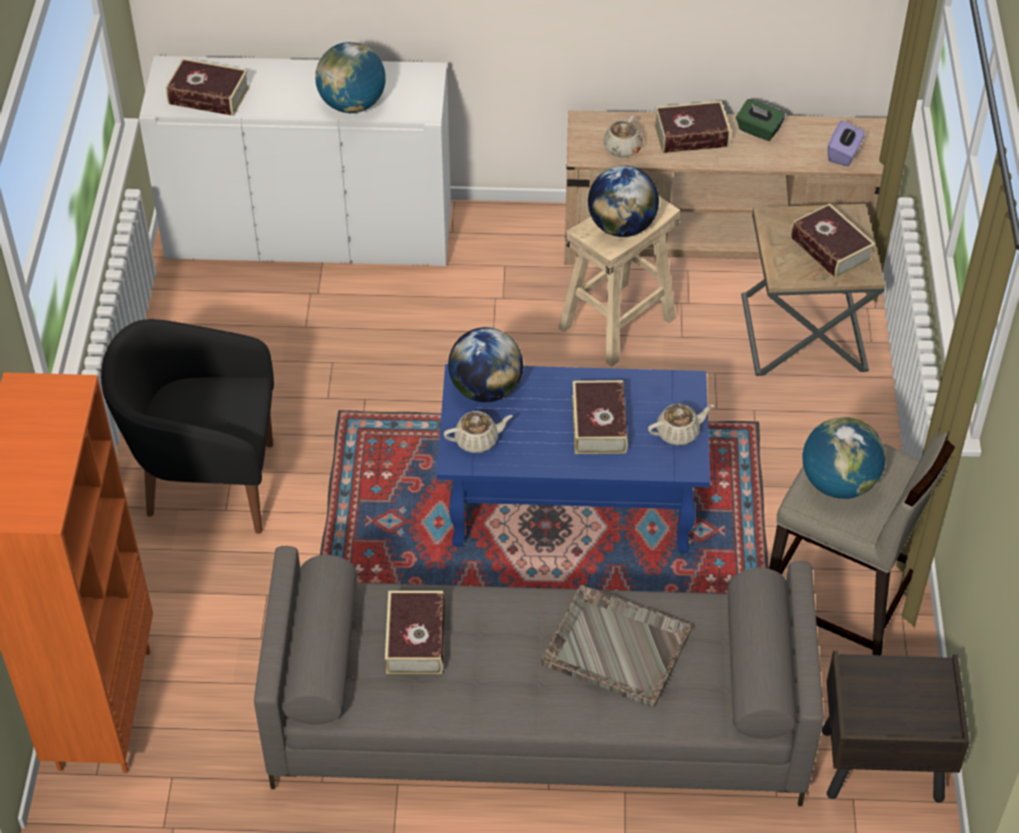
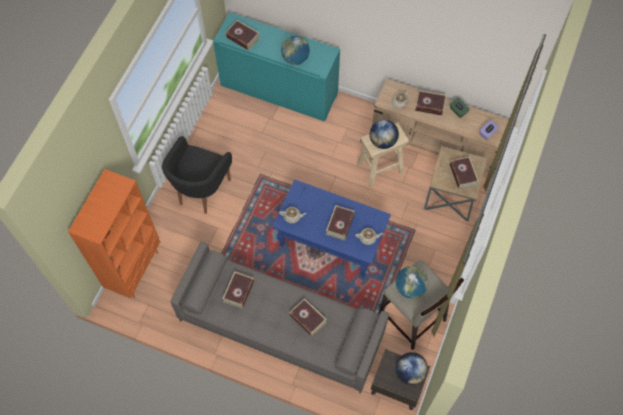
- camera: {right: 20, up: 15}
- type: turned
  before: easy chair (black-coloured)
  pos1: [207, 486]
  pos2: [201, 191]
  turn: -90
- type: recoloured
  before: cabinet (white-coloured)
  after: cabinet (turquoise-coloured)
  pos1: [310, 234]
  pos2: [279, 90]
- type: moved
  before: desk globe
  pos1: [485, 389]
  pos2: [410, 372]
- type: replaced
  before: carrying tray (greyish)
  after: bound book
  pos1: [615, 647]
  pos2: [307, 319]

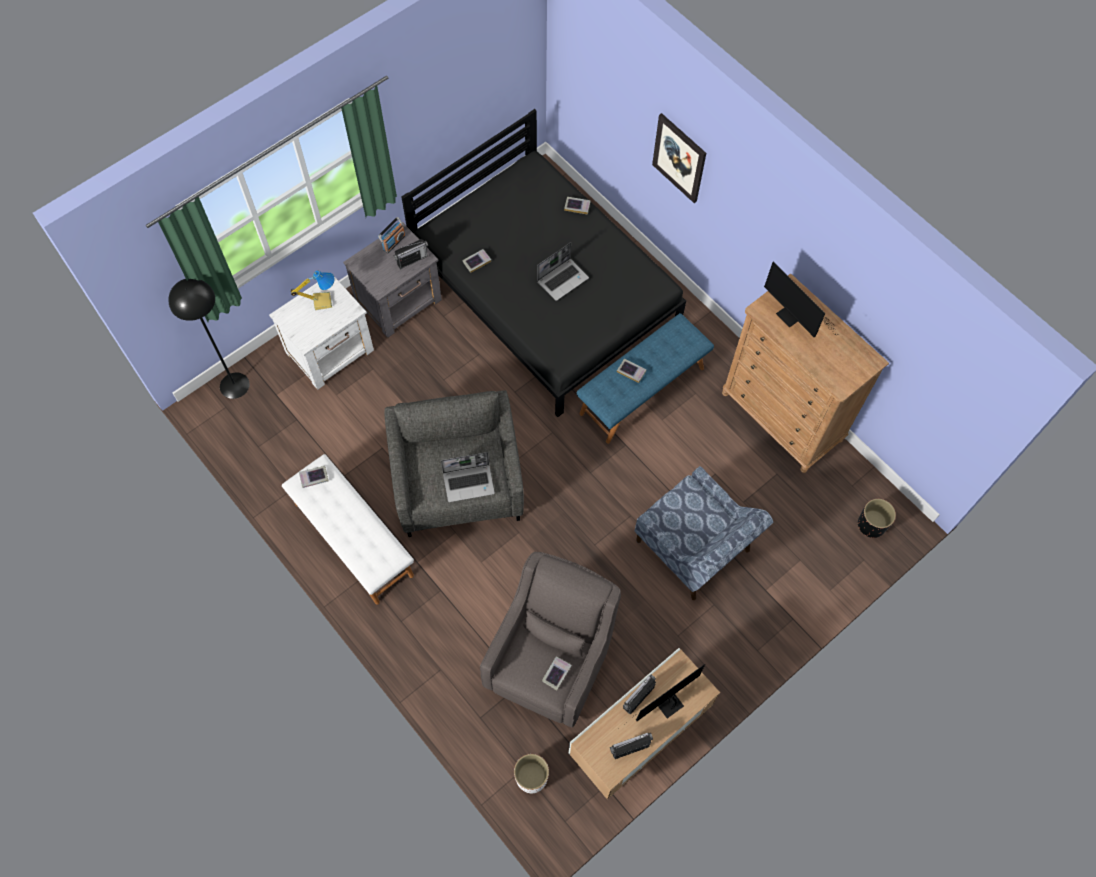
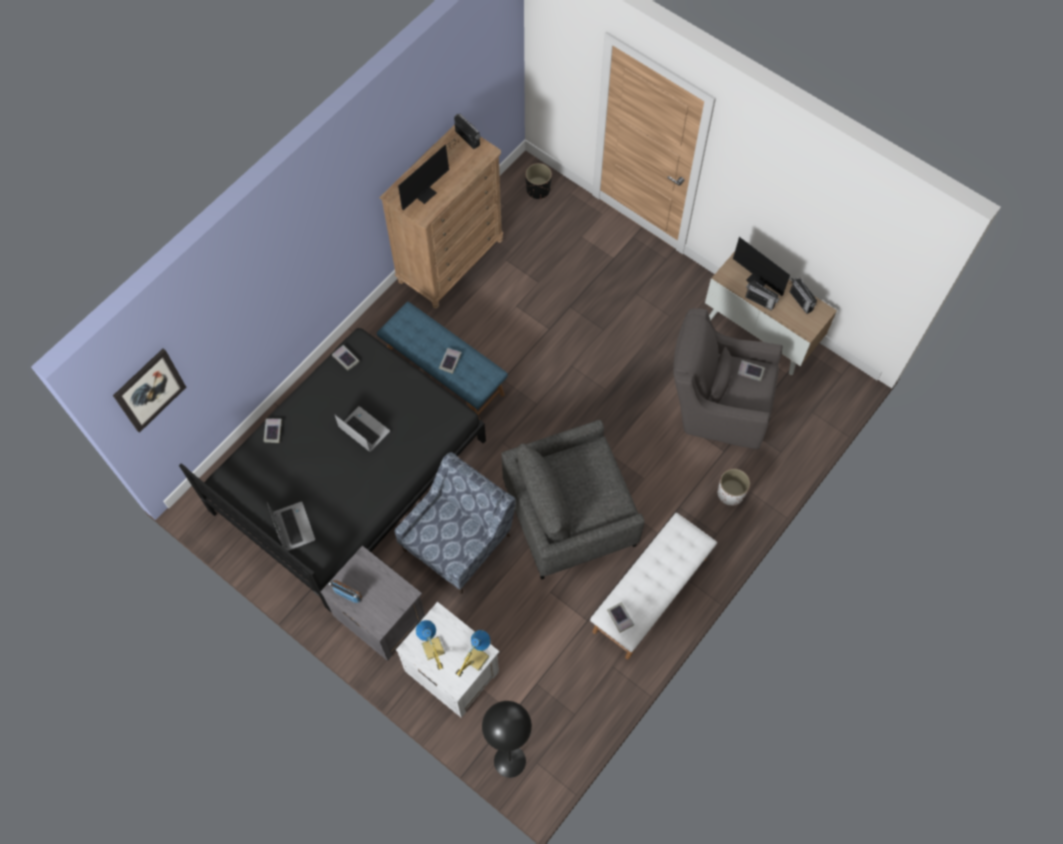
- camera: {right: -100, up: 0}
- type: moved
  before: radio receiver
  pos1: [412, 260]
  pos2: [467, 138]
- type: moved
  before: notebook computer
  pos1: [469, 483]
  pos2: [292, 526]
- type: moved
  before: bound book
  pos1: [477, 262]
  pos2: [345, 359]
- type: moved
  before: flower pot (white-coloured)
  pos1: [531, 777]
  pos2: [730, 493]
- type: moved
  before: easy chair (blue)
  pos1: [694, 548]
  pos2: [458, 541]
- type: moved
  before: wall art
  pos1: [679, 158]
  pos2: [149, 390]
- type: added
  after: lamp for a table
  pos2: [475, 658]

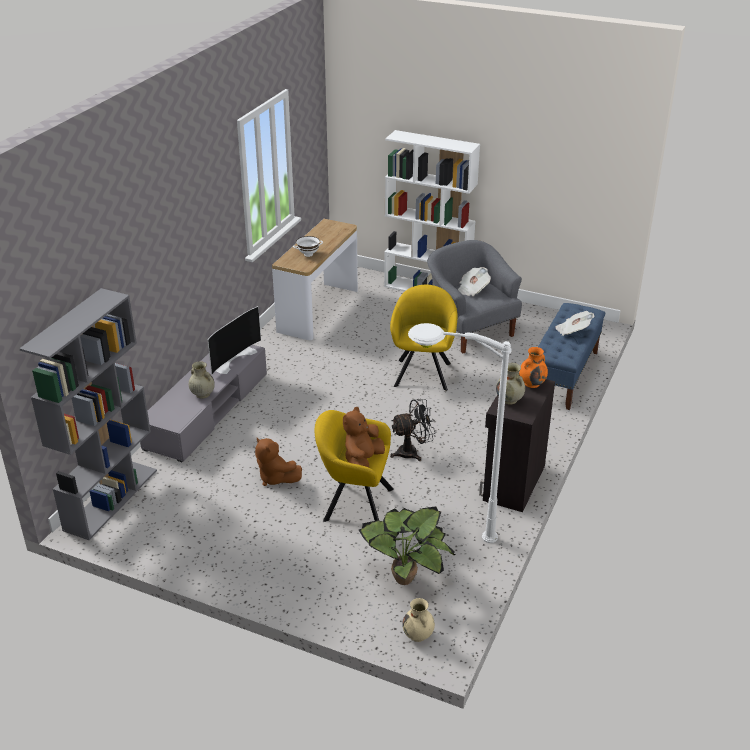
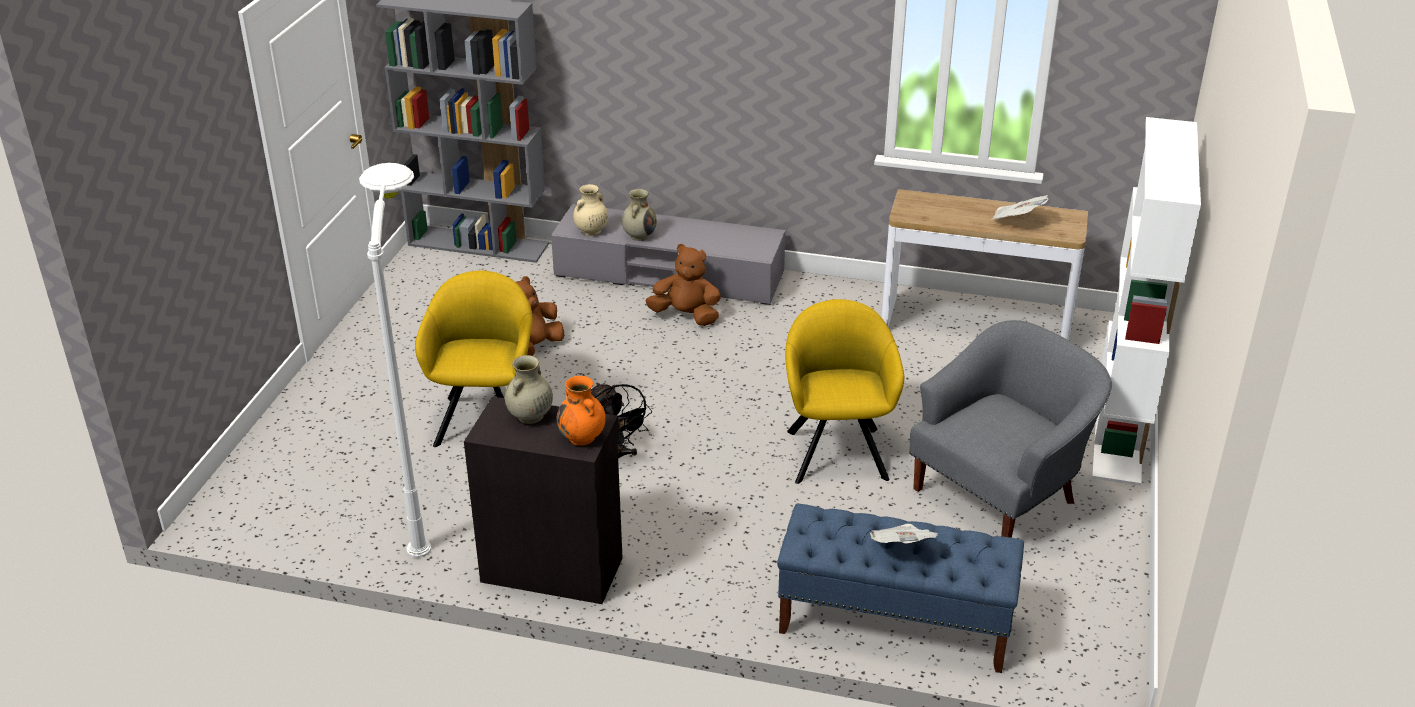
- camera: {right: 80, up: 0}
- type: removed
  before: TV
  pos1: [233, 359]
- type: removed
  before: bowl (white-coloured)
  pos1: [308, 254]
- type: moved
  before: plush toy (brownish)
  pos1: [362, 461]
  pos2: [686, 316]
- type: removed
  before: plant in a pot
  pos1: [406, 576]
- type: turned
  before: easy chair (yellow-coloured)
  pos1: [423, 372]
  pos2: [836, 450]
  turn: -90
- type: moved
  before: decorative vase (sand-coloured)
  pos1: [418, 635]
  pos2: [591, 231]
- type: moved
  before: newspaper
  pos1: [472, 289]
  pos2: [1017, 220]

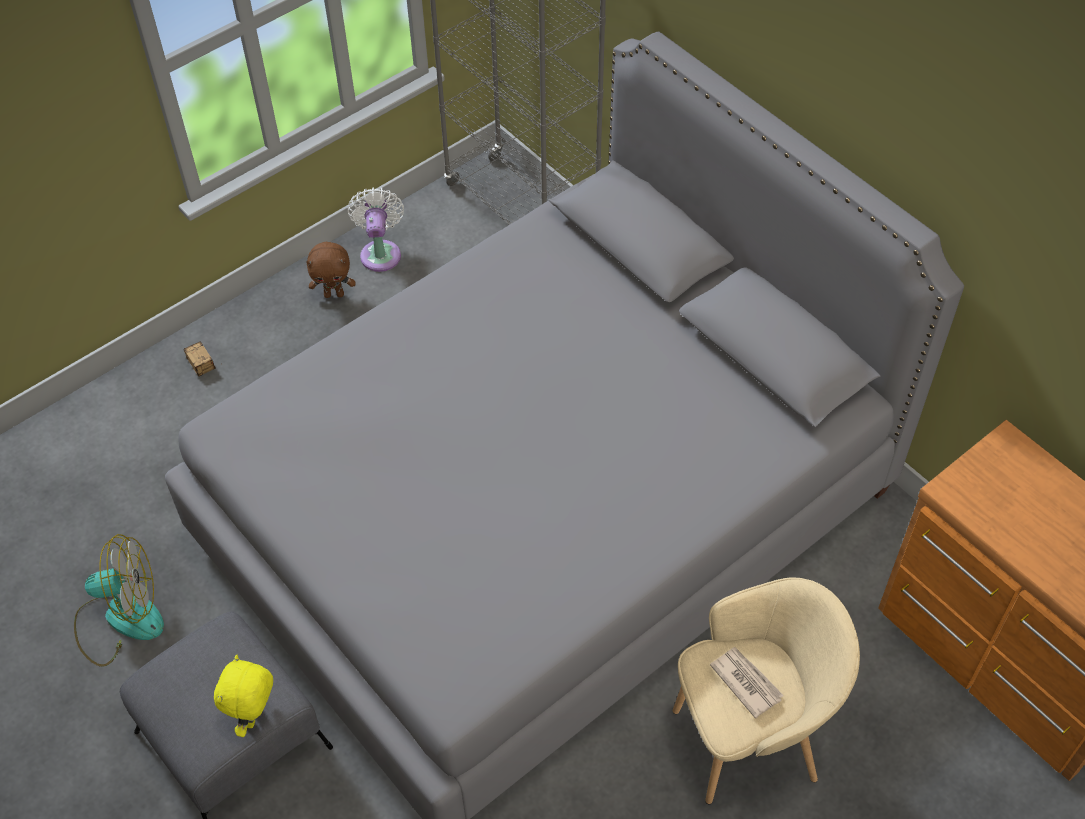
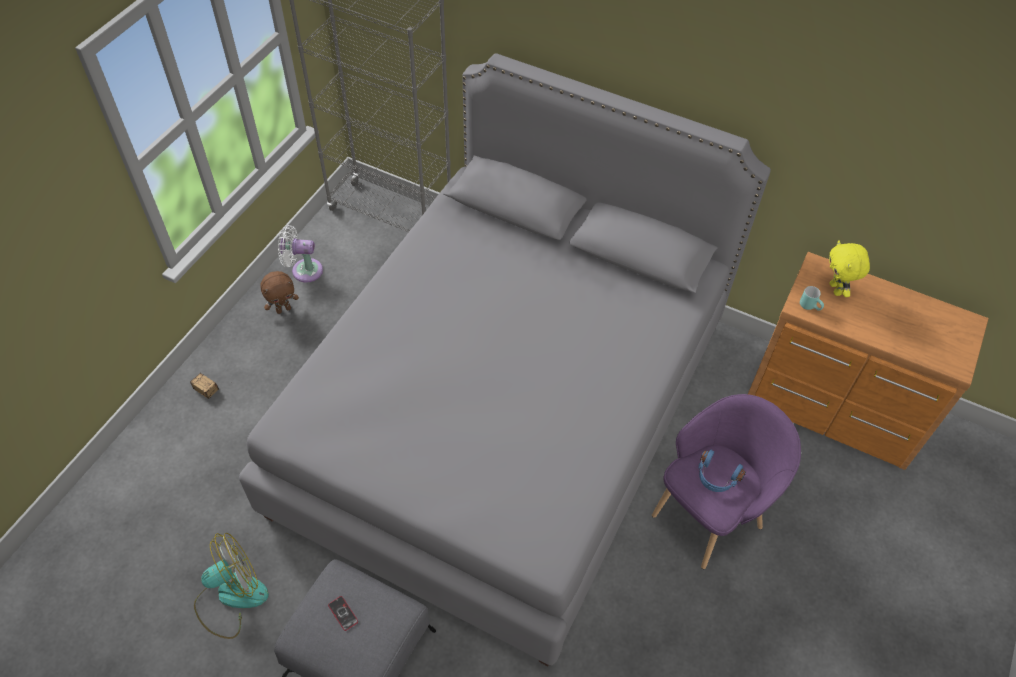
- camera: {right: -25, up: 0}
- type: moved
  before: plush toy (yellow-coloured)
  pos1: [255, 717]
  pos2: [836, 289]
- type: turned
  before: cooling fan (white-coloured)
  pos1: [380, 252]
  pos2: [304, 270]
  turn: -60
- type: recoloured
  before: easy chair (sand-coloured)
  after: easy chair (purplish)
  pos1: [749, 739]
  pos2: [708, 516]
- type: replaced
  before: newspaper
  after: pair of headphones (blue)
  pos1: [746, 682]
  pos2: [716, 477]
- type: added
  after: phone
  pos2: [343, 613]
- type: added
  after: mug (turquoise-coloured)
  pos2: [810, 306]

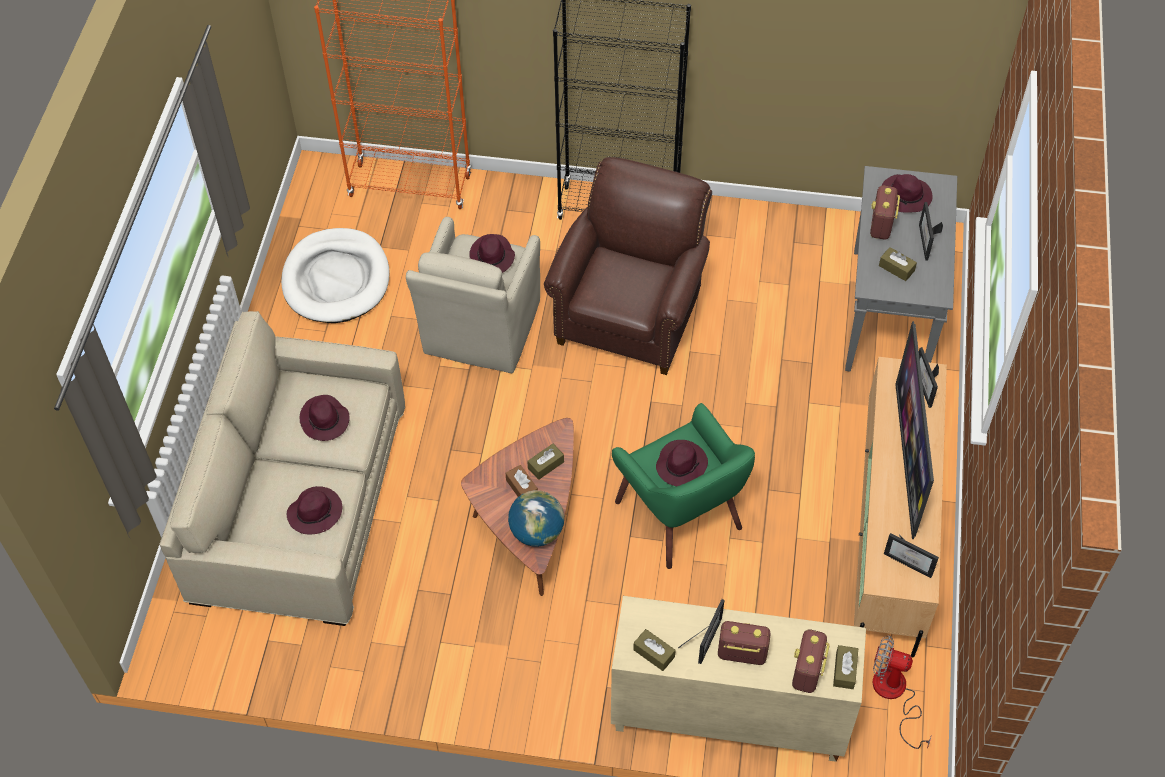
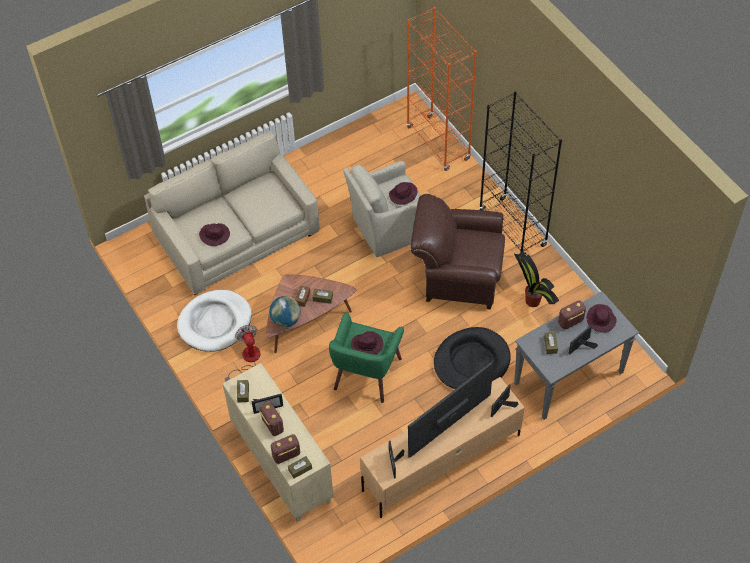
- camera: {right: 50, up: 0}
- type: moved
  before: pet bed (white-coloured)
  pos1: [336, 279]
  pos2: [215, 323]
- type: removed
  before: hat (purplish)
  pos1: [325, 421]
- type: turned
  before: easy chair (brownish)
  pos1: [631, 313]
  pos2: [457, 276]
  turn: -150
- type: moved
  before: cooling fan
  pos1: [894, 695]
  pos2: [247, 359]
- type: added
  after: pet bed (black-coloured)
  pos2: [471, 361]
- type: added
  after: plant in a pot
  pos2: [532, 300]

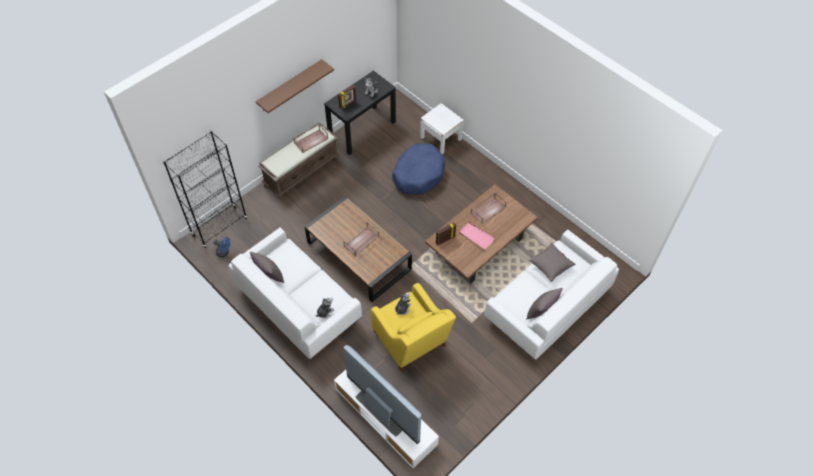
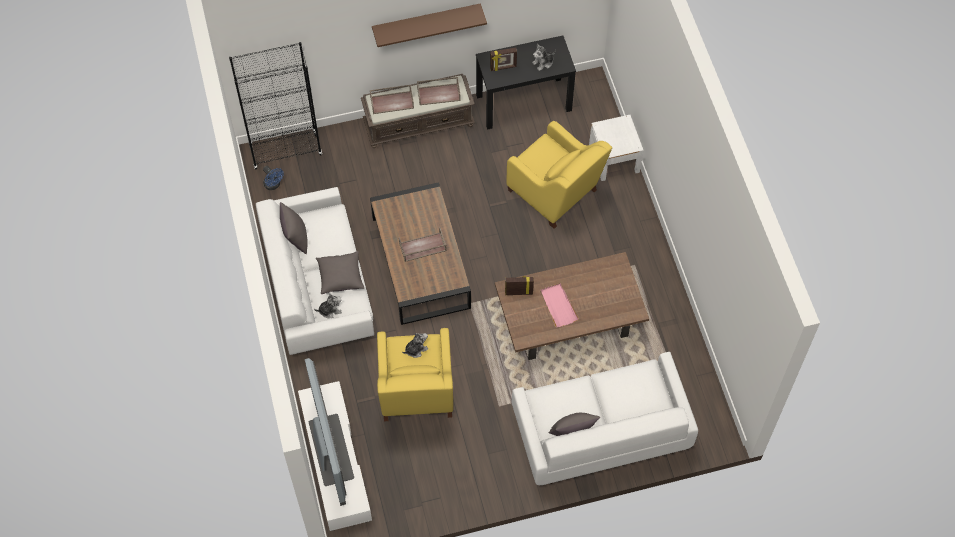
- camera: {right: 30, up: 5}
- type: replaced
  before: pet bed (blue)
  after: easy chair (yellow-coloured)
  pos1: [418, 174]
  pos2: [555, 193]
- type: moved
  before: carrying tray (brownish)
  pos1: [488, 210]
  pos2: [392, 102]
- type: moved
  before: pillow (greyish)
  pos1: [550, 265]
  pos2: [340, 277]

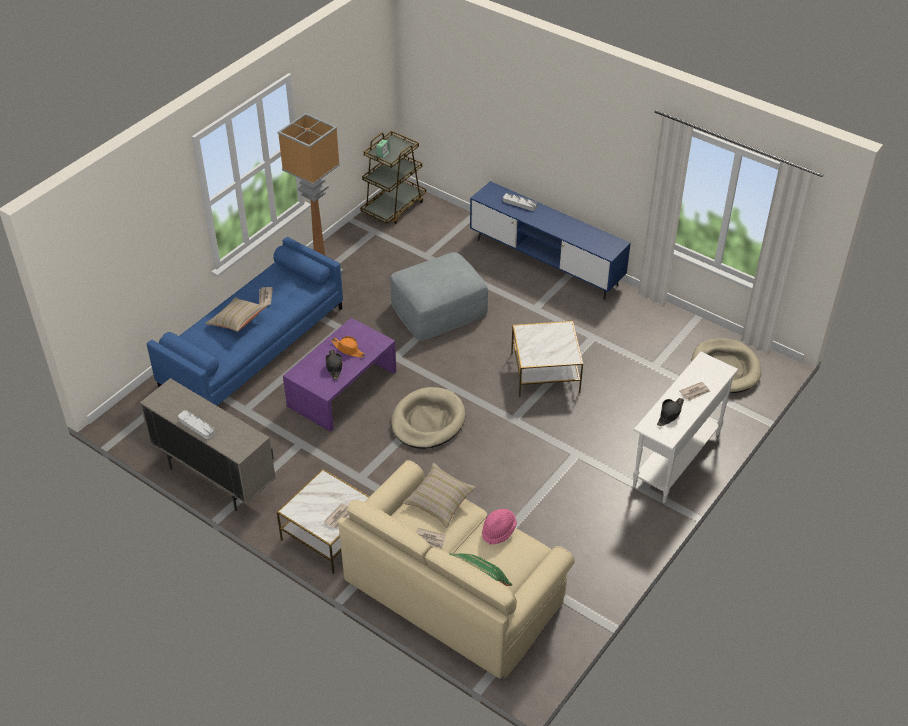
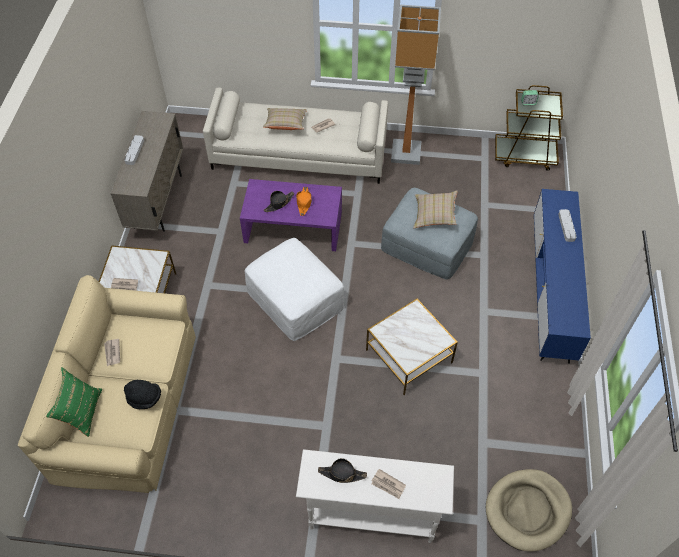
- camera: {right: 60, up: 10}
- type: recoloured
  before: couch (blue)
  after: couch (sand-coloured)
  pos1: [253, 347]
  pos2: [299, 154]
- type: replaced
  before: pet bed (sand-coloured)
  after: pouffe (white-coloured)
  pos1: [428, 421]
  pos2: [294, 299]
- type: moved
  before: pillow (sand-coloured)
  pos1: [439, 502]
  pos2: [434, 215]
- type: recoloured
  before: hat (pinkish)
  after: hat (black-coloured)
  pos1: [498, 531]
  pos2: [145, 398]

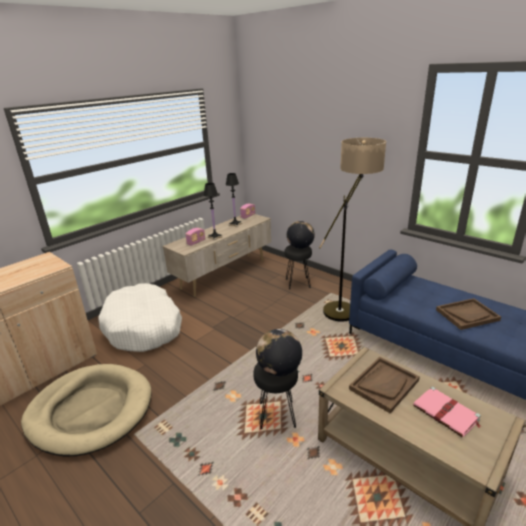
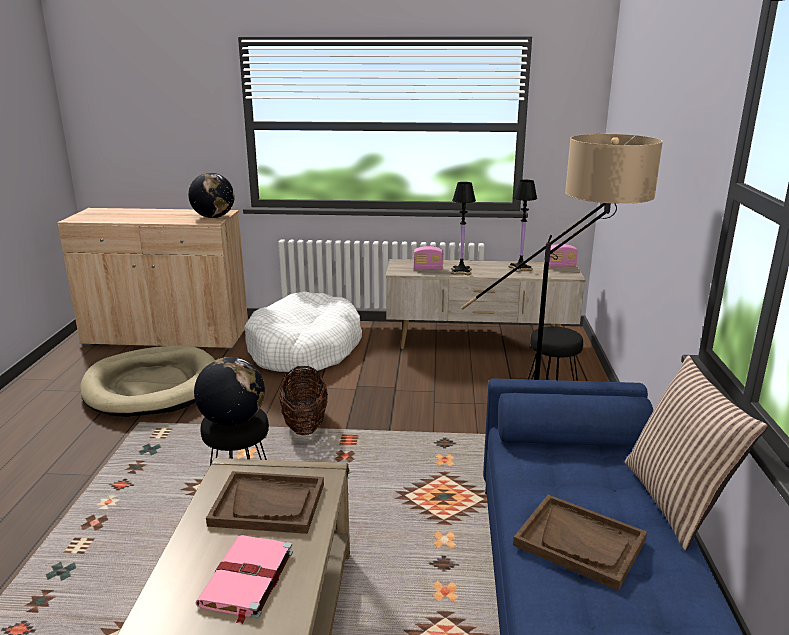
- camera: {right: 50, up: -5}
- type: moved
  before: desk globe
  pos1: [300, 247]
  pos2: [214, 217]
- type: added
  after: storage basket
  pos2: [305, 424]
- type: added
  after: pillow
  pos2: [676, 501]

